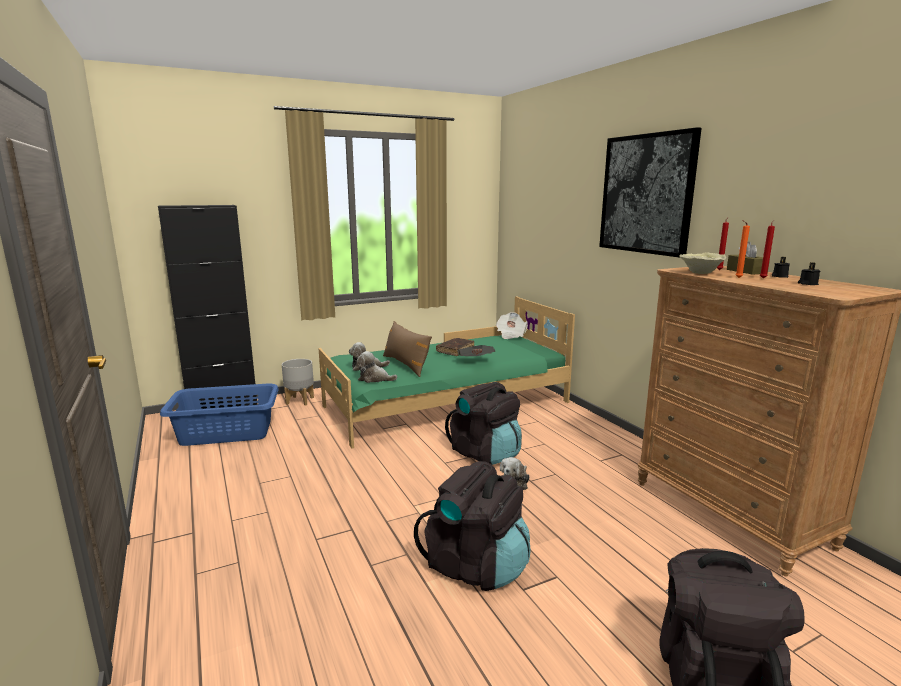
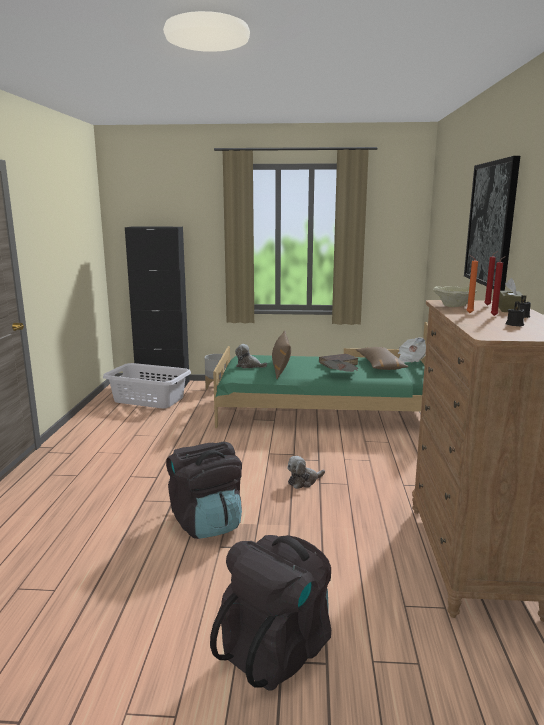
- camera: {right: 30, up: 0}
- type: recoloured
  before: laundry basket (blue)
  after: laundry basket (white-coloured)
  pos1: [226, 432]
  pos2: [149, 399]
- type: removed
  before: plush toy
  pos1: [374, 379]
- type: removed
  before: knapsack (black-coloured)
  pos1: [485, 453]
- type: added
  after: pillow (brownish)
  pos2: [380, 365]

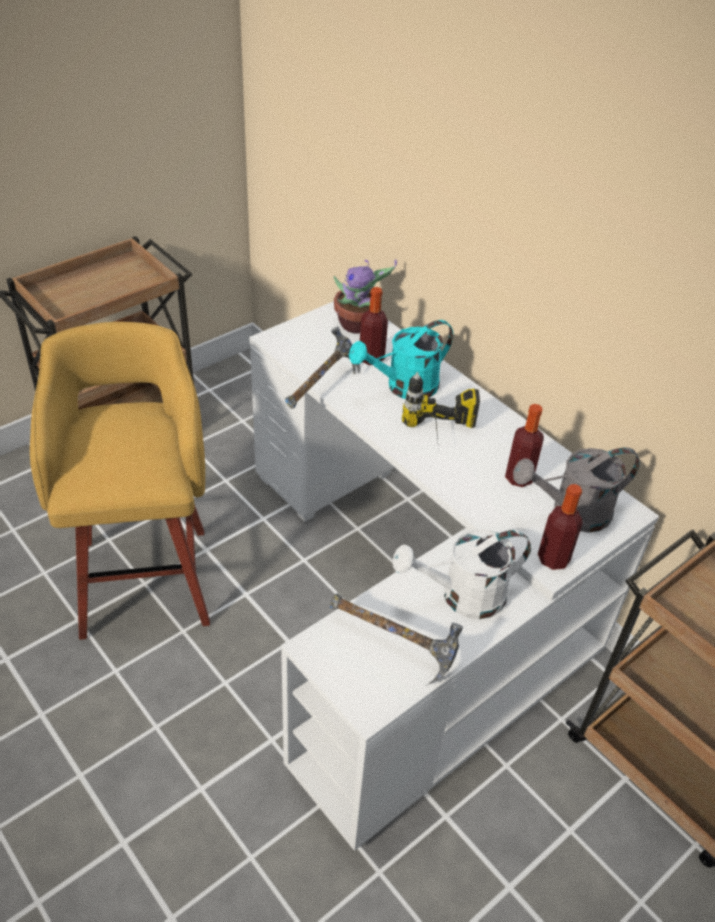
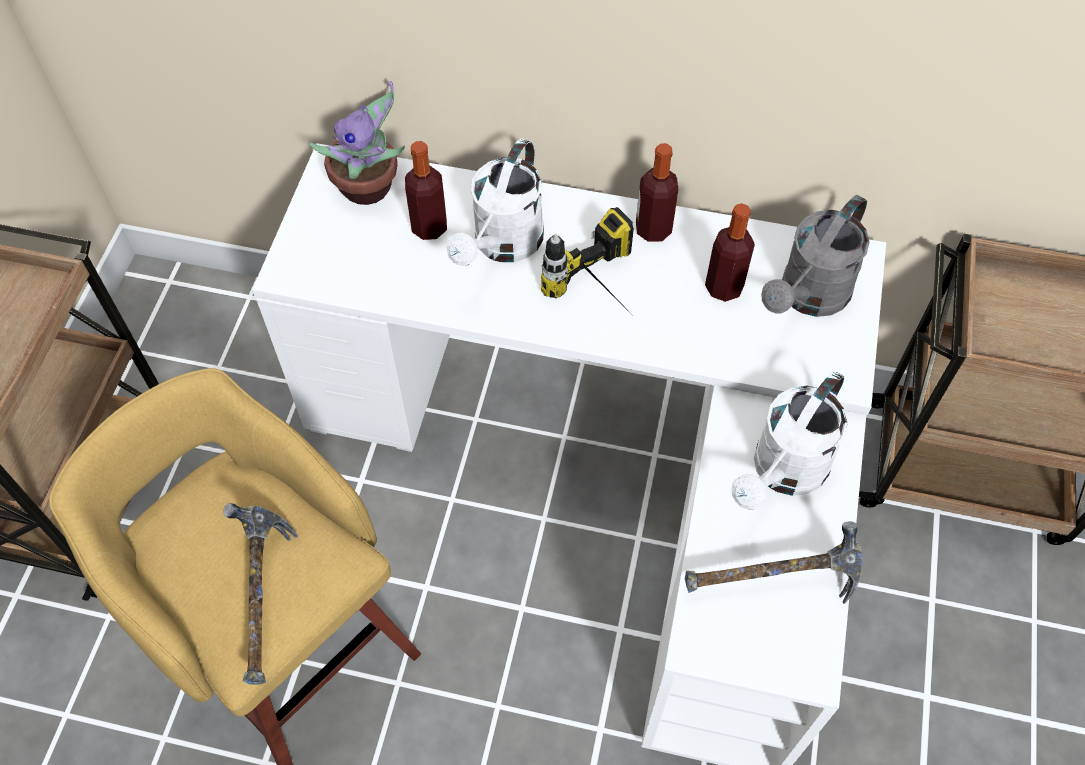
- camera: {right: -35, up: 15}
- type: moved
  before: hand hammer
  pos1: [321, 389]
  pos2: [264, 601]
- type: recoloured
  before: sprinkling can (turquoise-coloured)
  after: sprinkling can (white-coloured)
  pos1: [404, 387]
  pos2: [503, 245]
- type: moved
  before: beverage bottle
  pos1: [553, 559]
  pos2: [653, 229]

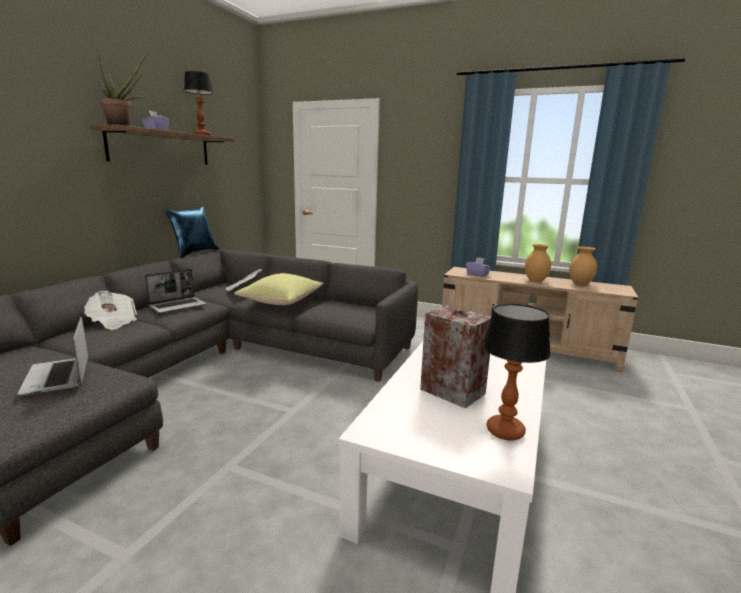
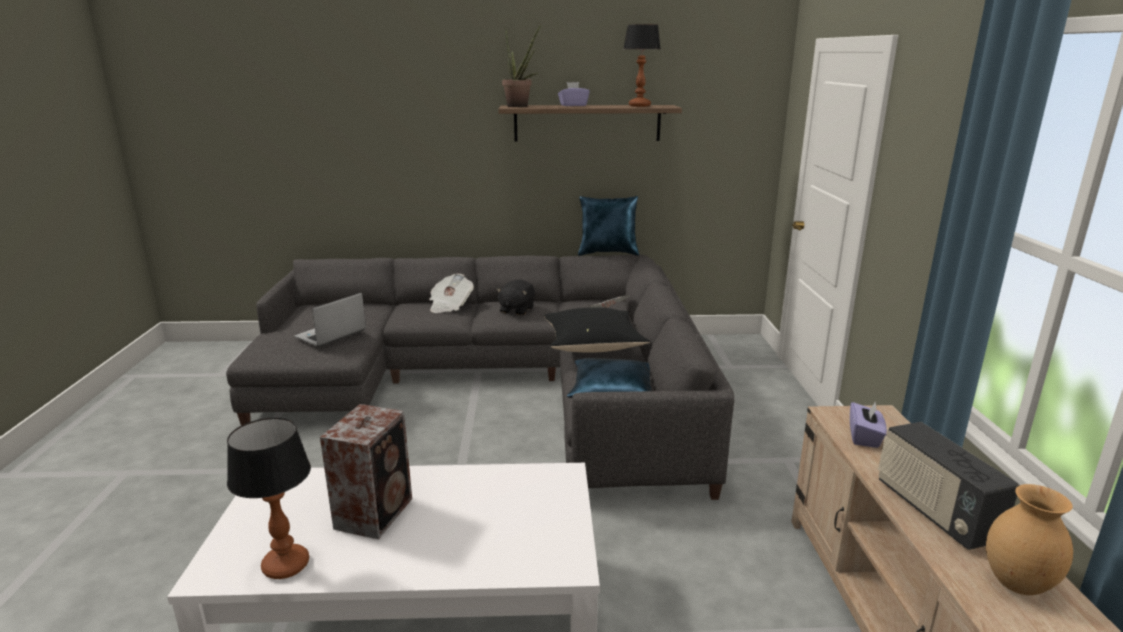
- camera: {right: 65, up: 5}
- type: replaced
  before: notebook computer
  after: plush toy (black-coloured)
  pos1: [178, 306]
  pos2: [516, 310]
- type: recoloured
  before: pillow (yellow-coloured)
  after: pillow (black-coloured)
  pos1: [281, 302]
  pos2: [593, 346]
- type: replaced
  before: decorative vase (brownish)
  after: radio receiver
  pos1: [536, 280]
  pos2: [934, 512]
- type: added
  after: pillow (blue)
  pos2: [613, 391]

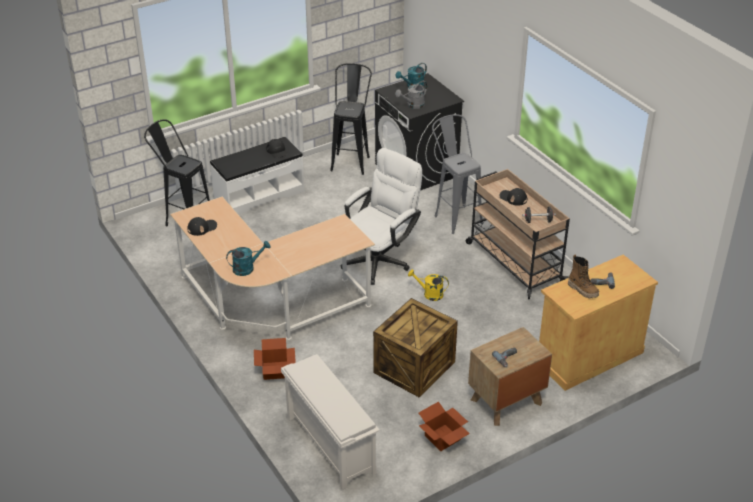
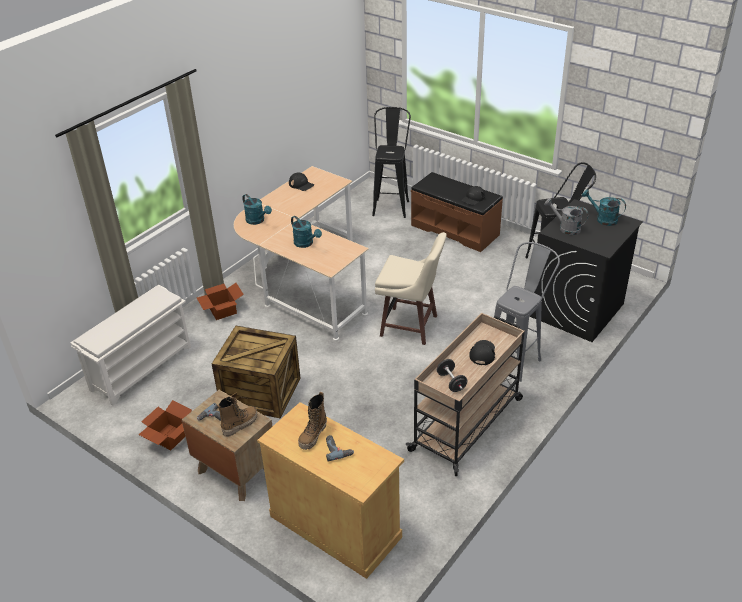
- camera: {right: 70, up: 0}
- type: recoloured
  before: indoor bench (white-coloured)
  after: indoor bench (brownish)
  pos1: [259, 194]
  pos2: [455, 230]
- type: replaced
  before: computer chair (white-coloured)
  after: stool (sand-coloured)
  pos1: [381, 258]
  pos2: [410, 327]
- type: removed
  before: sprinkling can (yellow-coloured)
  pos1: [429, 294]
- type: added
  after: high-top boot
  pos2: [240, 424]
- type: added
  after: sprinkling can (turquoise-coloured)
  pos2: [306, 244]

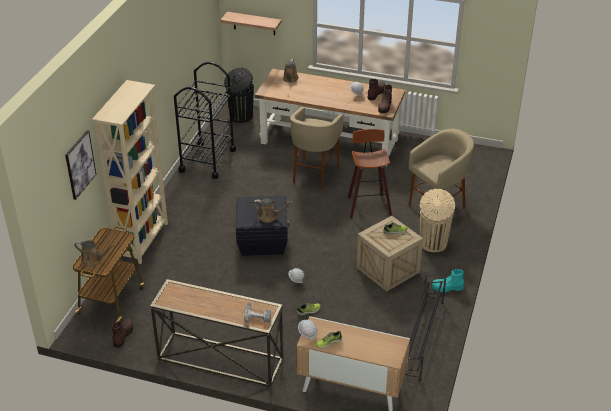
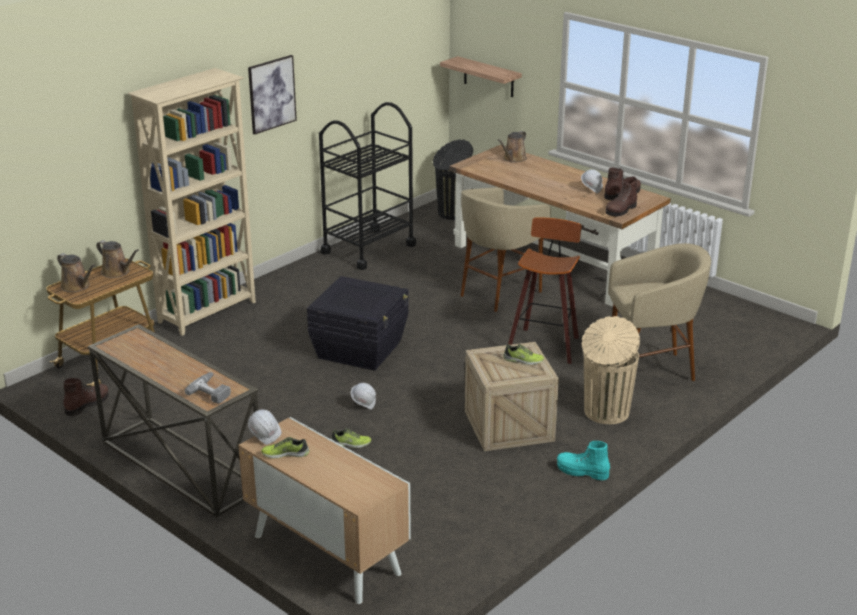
- camera: {right: 25, up: -10}
- type: moved
  before: wall art
  pos1: [80, 164]
  pos2: [271, 94]
- type: moved
  before: sprinkling can (brownish)
  pos1: [269, 217]
  pos2: [117, 272]
- type: removed
  before: shoe rack (black-coloured)
  pos1: [421, 338]

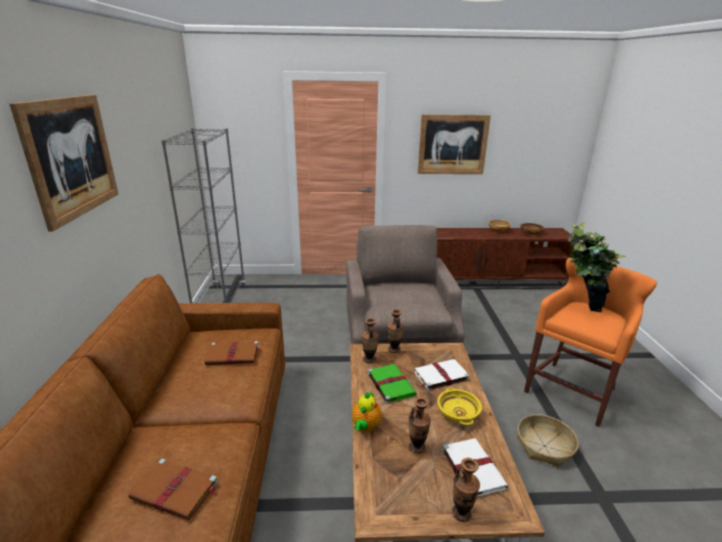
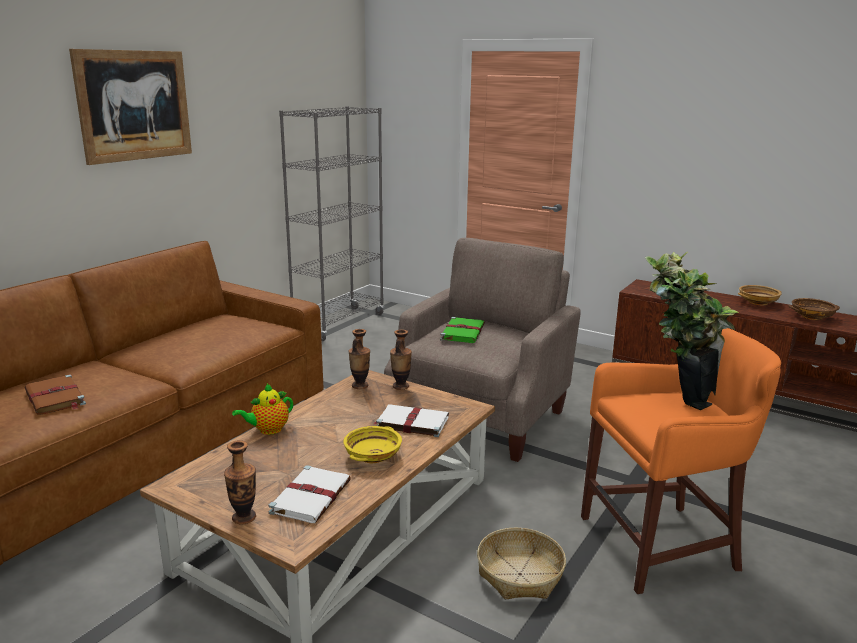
- camera: {right: 35, up: -5}
- type: removed
  before: bound book (brownish)
  pos1: [233, 355]
- type: moved
  before: bound book (greenish)
  pos1: [390, 384]
  pos2: [463, 332]
- type: removed
  before: decorative vase
  pos1: [417, 447]
- type: removed
  before: wall art
  pos1: [452, 144]

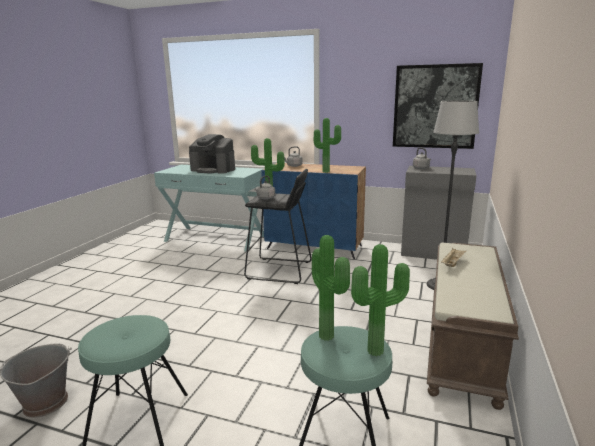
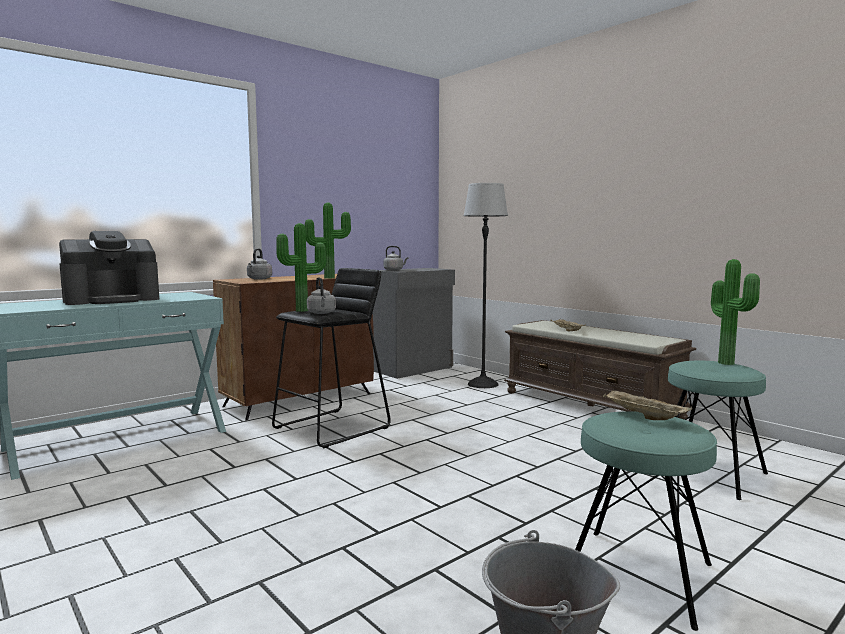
- camera: {right: -60, up: -10}
- type: recoloured
  before: cabinet (blue)
  after: cabinet (brownish)
  pos1: [315, 247]
  pos2: [299, 399]
- type: removed
  before: plant in a pot
  pos1: [329, 335]
- type: removed
  before: wall art
  pos1: [435, 107]
- type: added
  after: carrying tray (sand-coloured)
  pos2: [642, 416]

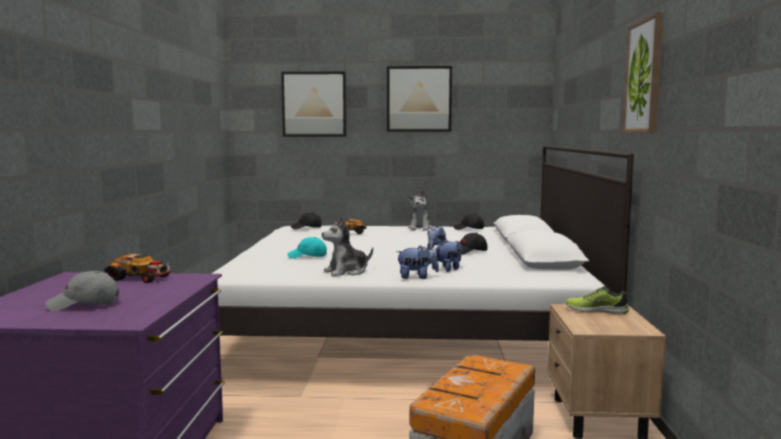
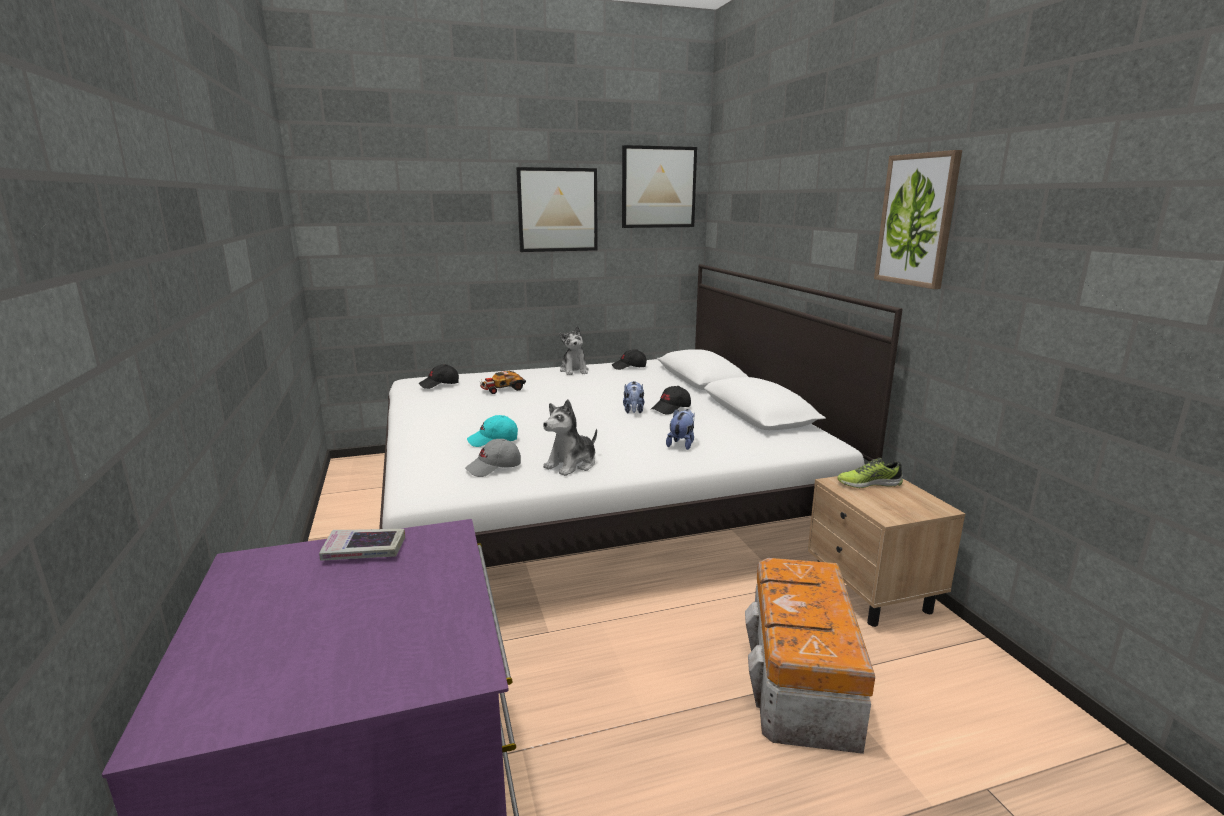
- camera: {right: -20, up: 10}
- type: moved
  before: baseball cap (greyish)
  pos1: [84, 305]
  pos2: [494, 468]
- type: replaced
  before: toy car
  after: bound book
  pos1: [140, 278]
  pos2: [364, 550]
- type: moved
  before: wall art
  pos1: [314, 104]
  pos2: [658, 187]
- type: removed
  before: plush toy
  pos1: [417, 277]

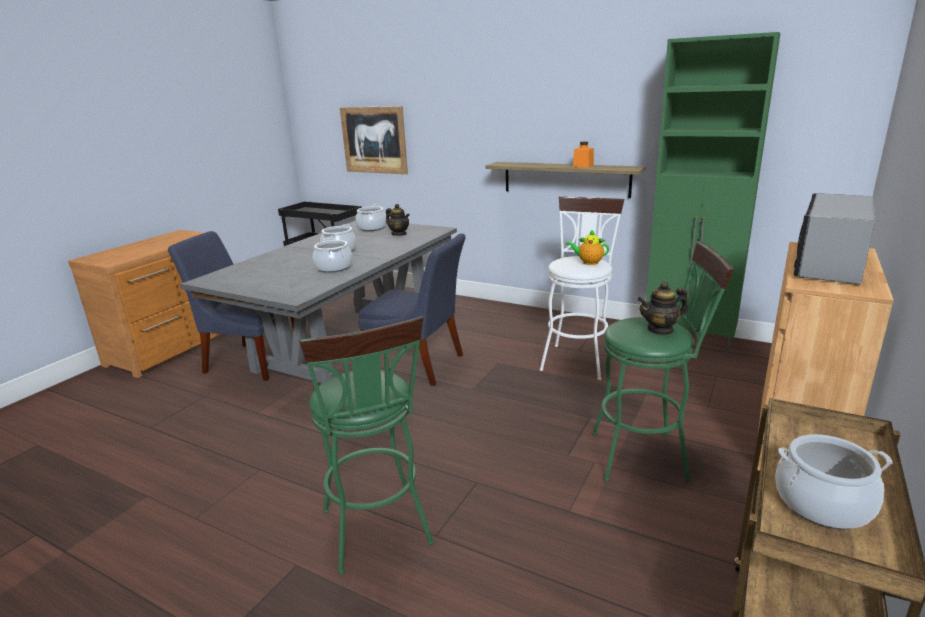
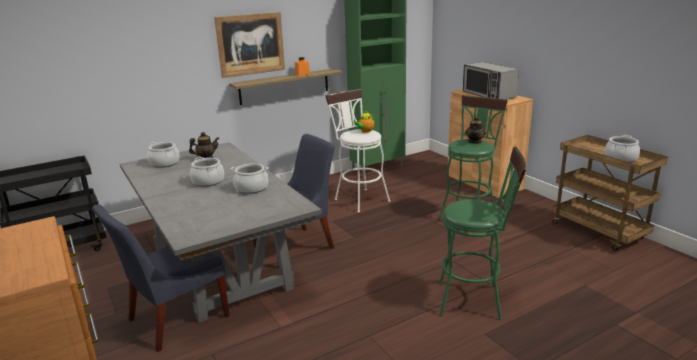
- camera: {right: -60, up: 0}
- type: moved
  before: wall art
  pos1: [374, 140]
  pos2: [250, 44]

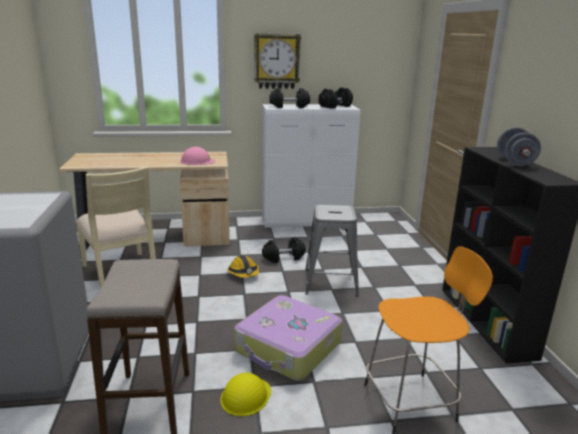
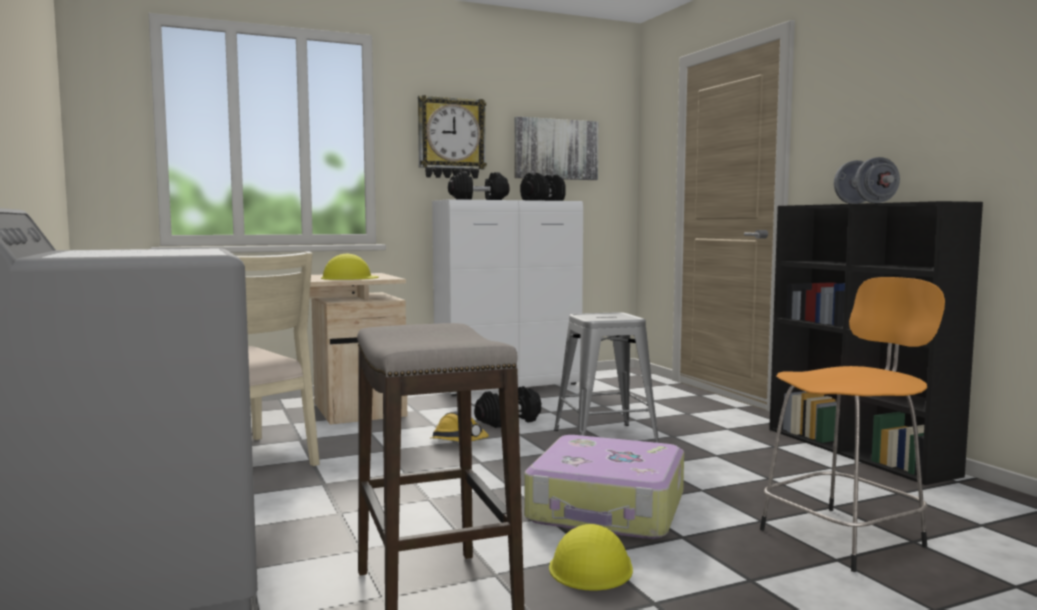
- camera: {right: -15, up: -15}
- type: recoloured
  before: hard hat (pinkish)
  after: hard hat (yellow-coloured)
  pos1: [197, 161]
  pos2: [349, 278]
- type: added
  after: wall art
  pos2: [555, 149]

